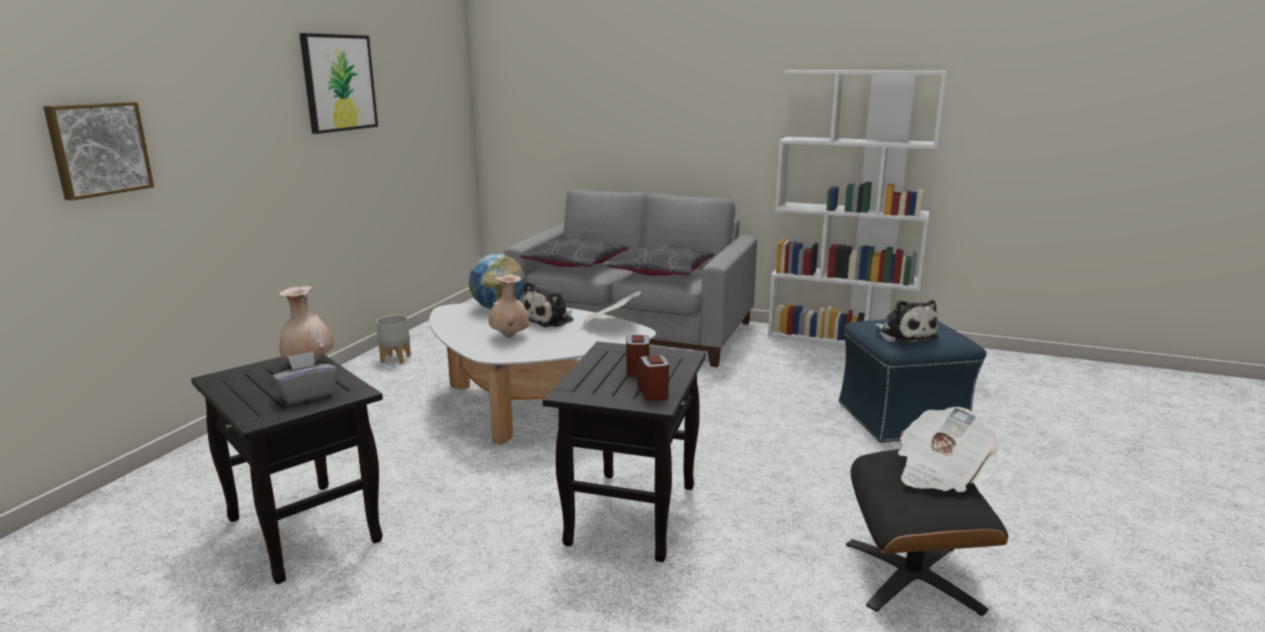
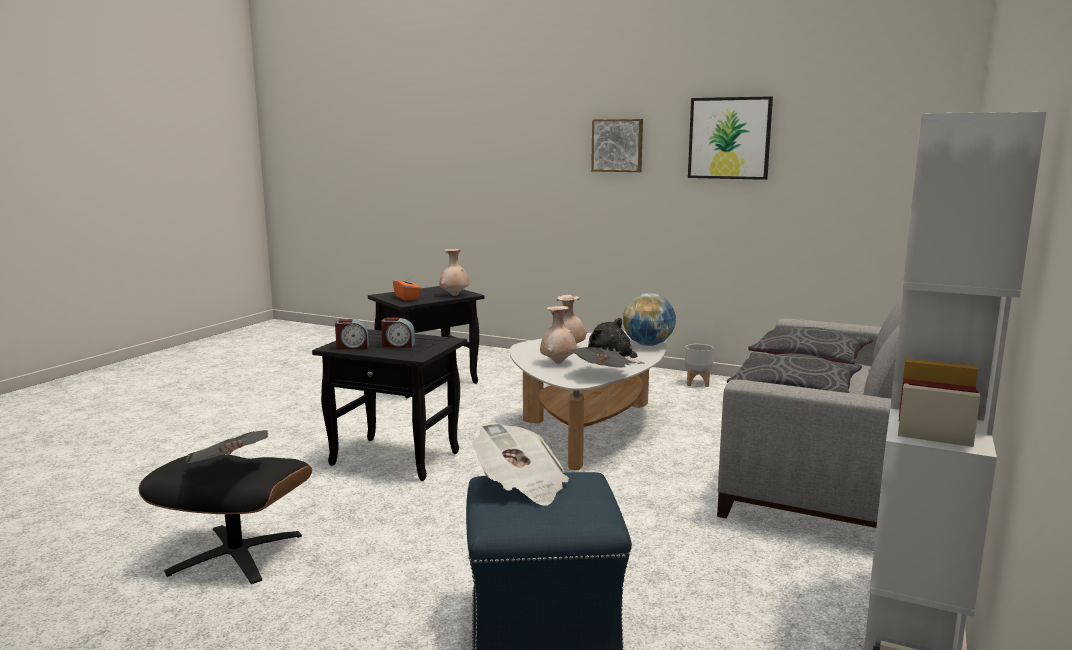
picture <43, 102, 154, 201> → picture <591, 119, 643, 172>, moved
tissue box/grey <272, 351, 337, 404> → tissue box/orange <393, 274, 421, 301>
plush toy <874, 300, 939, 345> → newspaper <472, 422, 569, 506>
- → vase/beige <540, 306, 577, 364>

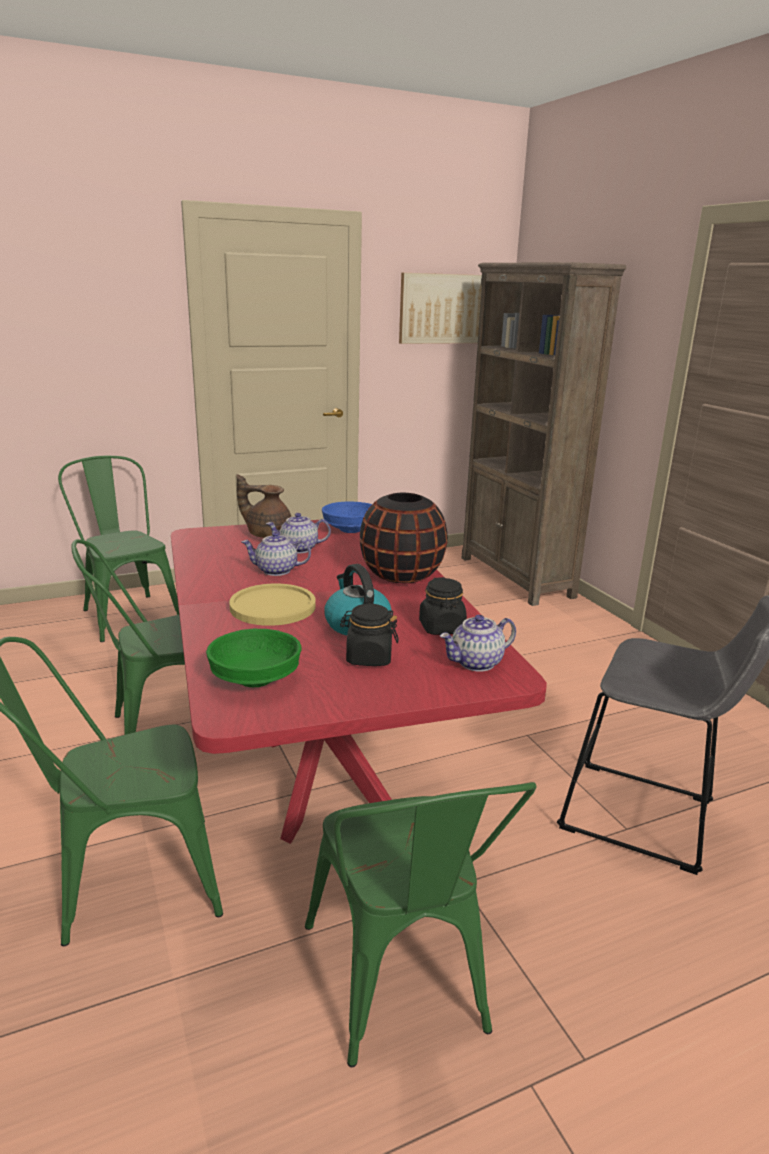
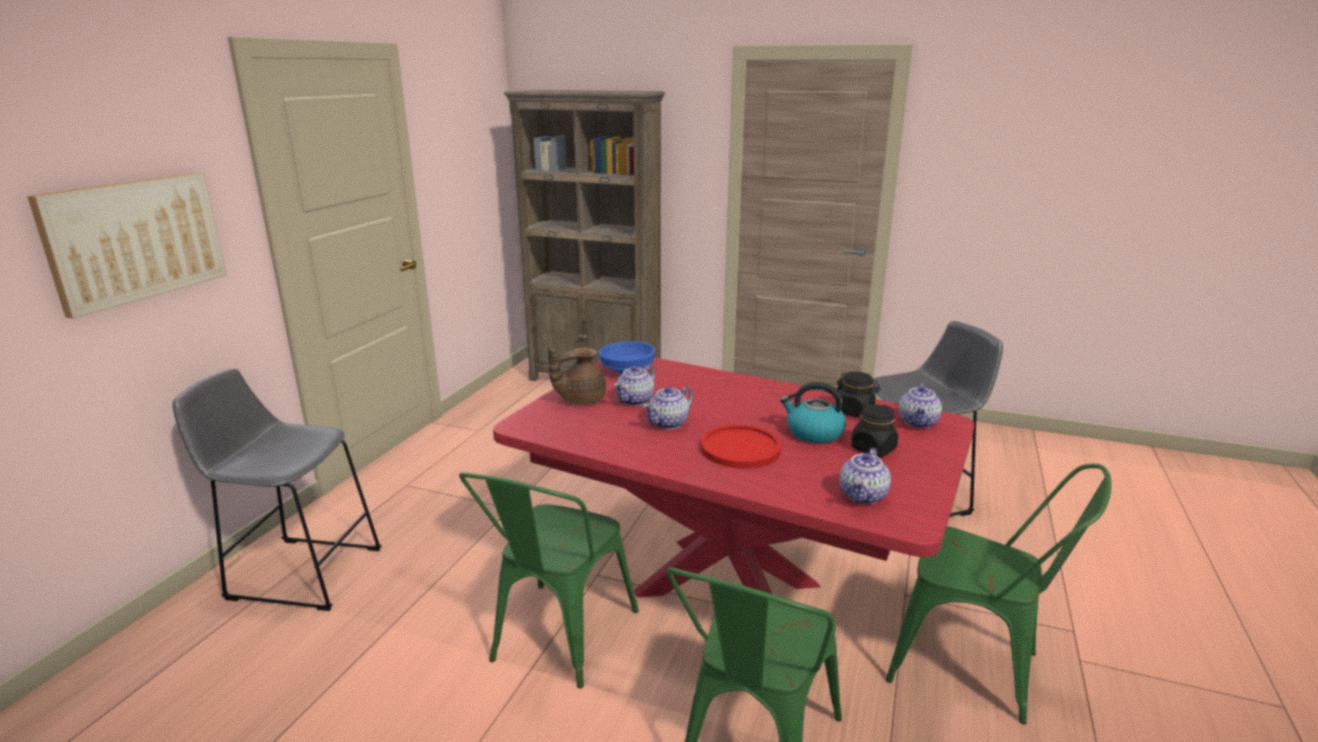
chair/green <58, 456, 179, 642> → stool/grey <173, 368, 382, 611>
bowl/green <206, 629, 301, 687> → teapot <840, 448, 891, 504>
plate/yellow <229, 584, 316, 626> → plate/red <701, 425, 781, 469>
vase/black <359, 493, 448, 583> → -
picture <399, 273, 482, 344> → picture <27, 173, 226, 319>, moved

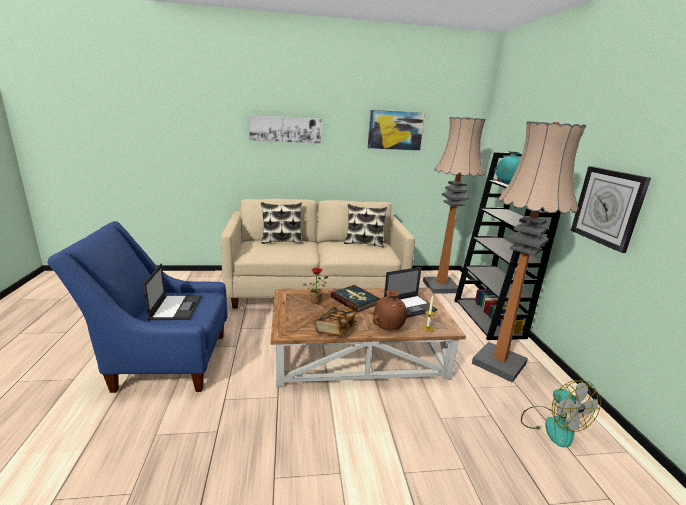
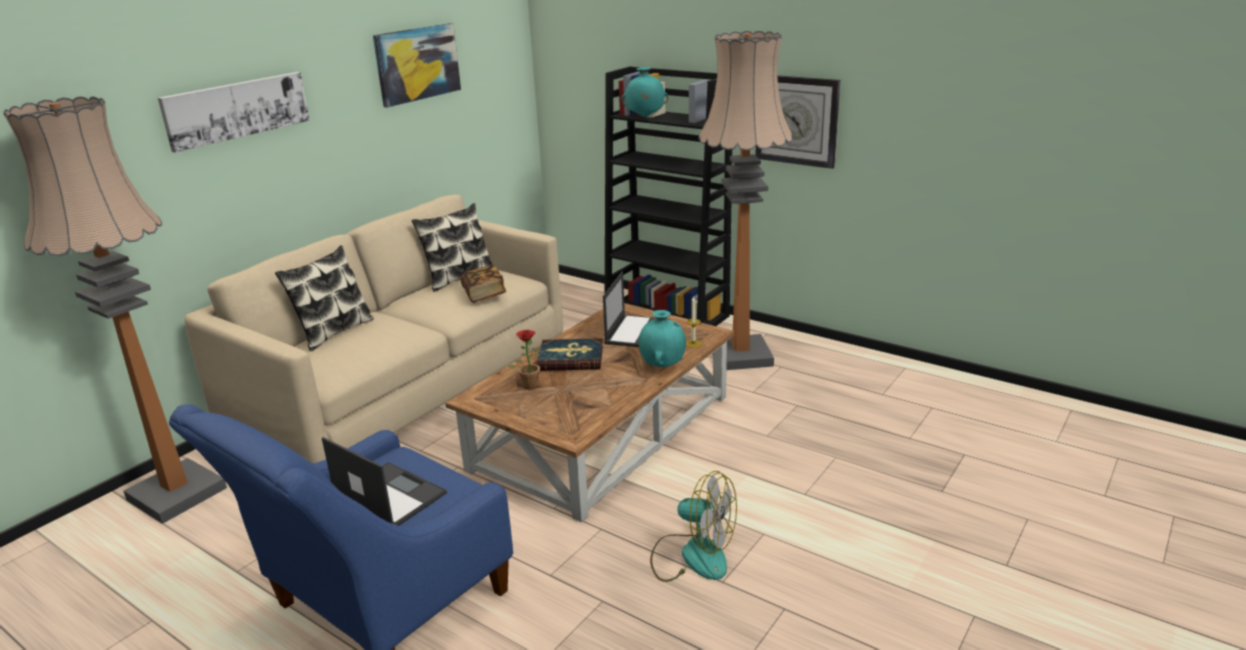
book <315, 307, 357, 337> → book <461, 265, 506, 303>, moved
vase/brown <373, 290, 407, 331> → vase/turquoise <639, 310, 686, 367>
floor lamp <423, 117, 486, 294> → floor lamp <4, 96, 227, 524>, moved
fan <521, 380, 601, 448> → fan <650, 471, 737, 582>, moved

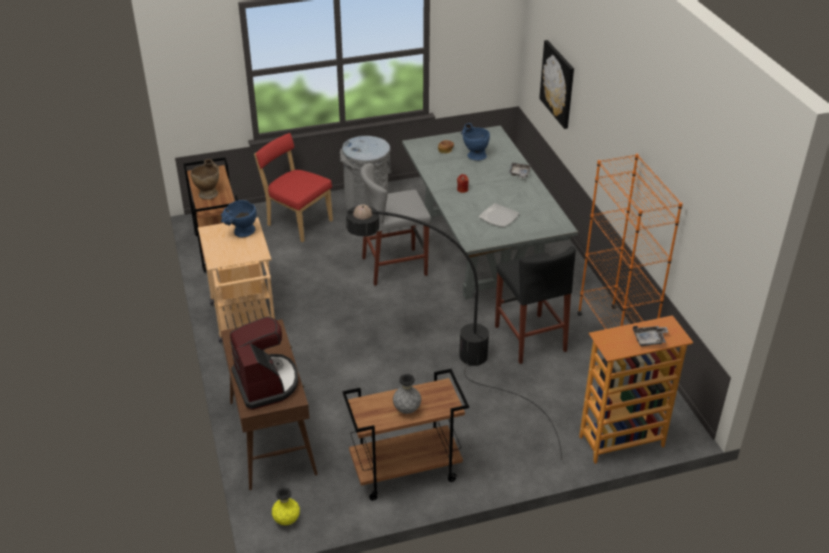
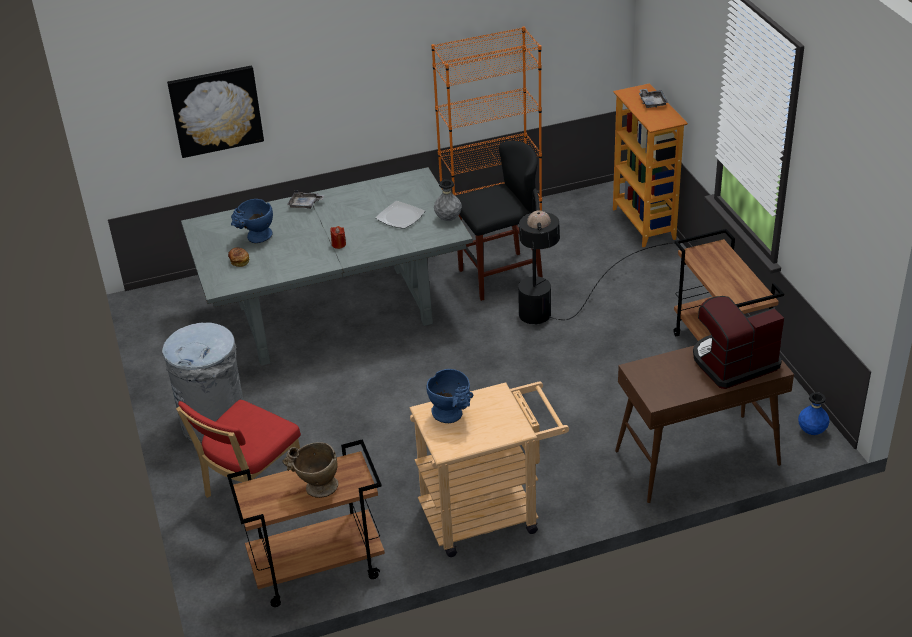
vase/yellow <272, 487, 300, 525> → vase/blue <798, 392, 829, 435>
stool/grey <360, 163, 431, 286> → -
vase/grey <393, 374, 421, 414> → vase/grey <434, 180, 462, 221>, moved

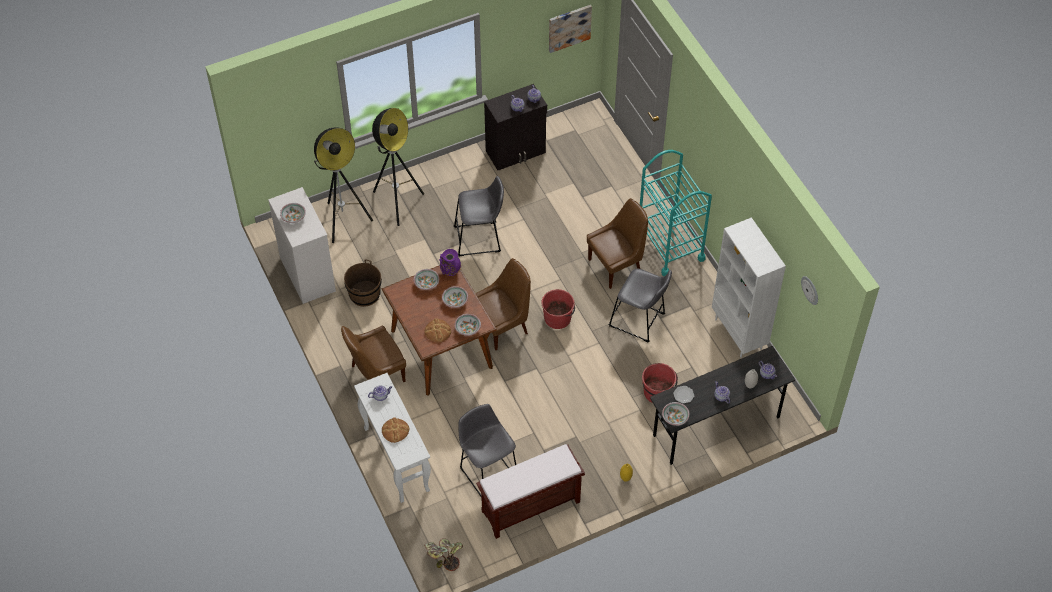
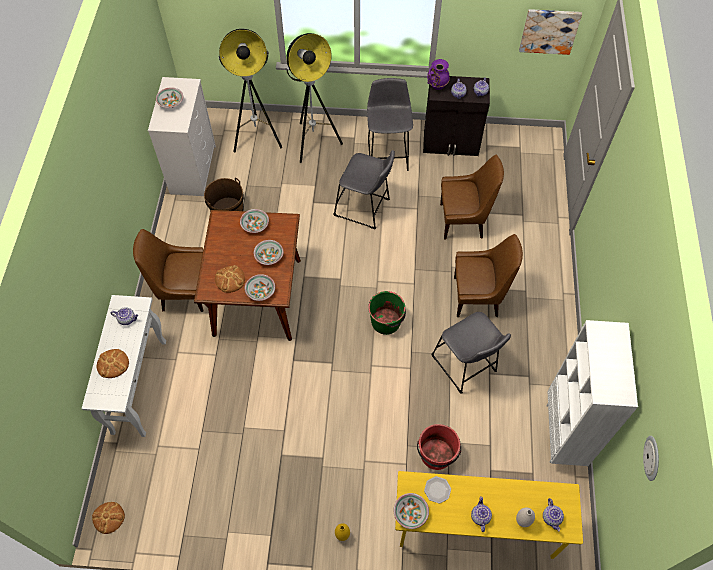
potted plant <424, 538, 463, 571> → bread <92, 502, 125, 534>
vase/purple <439, 249, 461, 276> → vase/purple <427, 59, 450, 90>, moved
stool/grey <459, 404, 516, 496> → stool/grey <367, 78, 413, 171>, moved
chair/brown <475, 258, 531, 350> → chair/brown <440, 155, 504, 239>, moved
bench/brown <476, 444, 585, 539> → -
bucket/red <541, 289, 575, 329> → bucket/green <368, 291, 406, 335>
cart/turquoise <640, 150, 712, 276> → -
desk/grey <650, 346, 795, 465> → desk/yellow <395, 471, 583, 559>

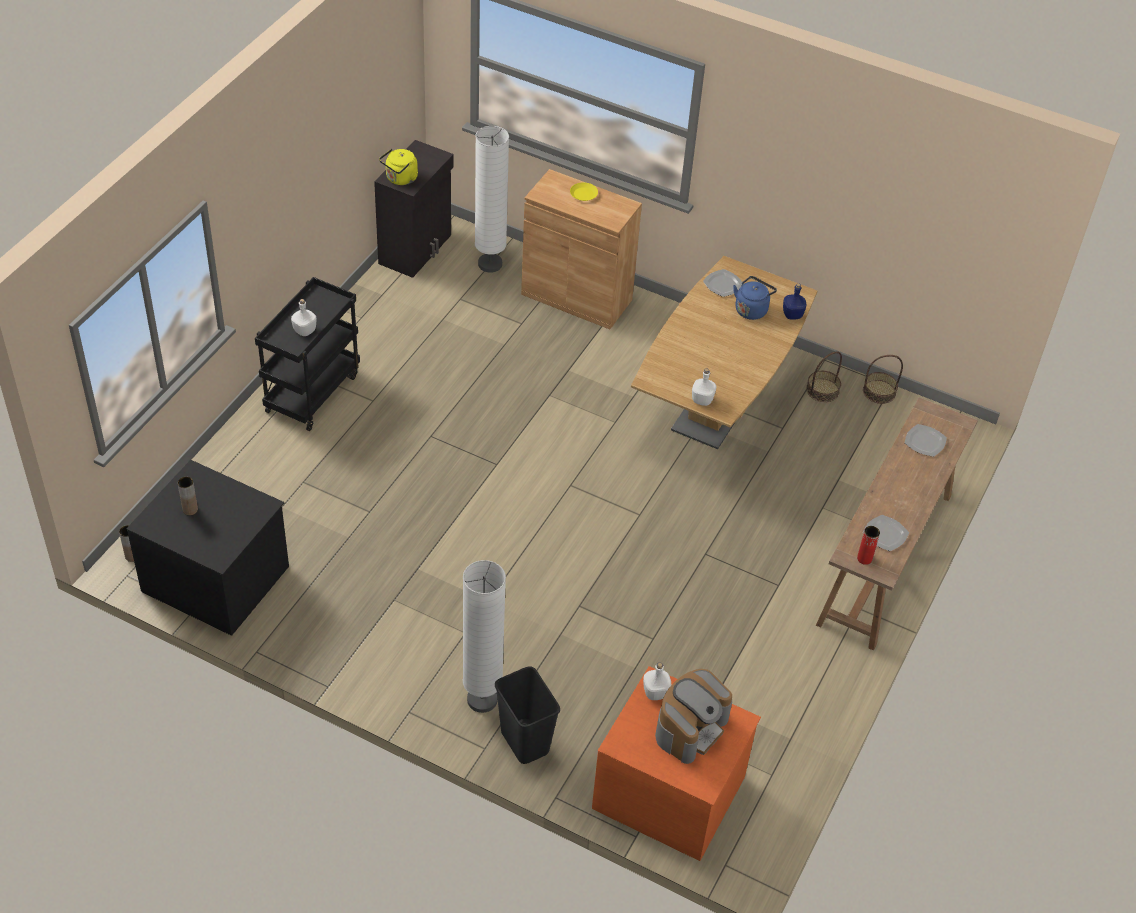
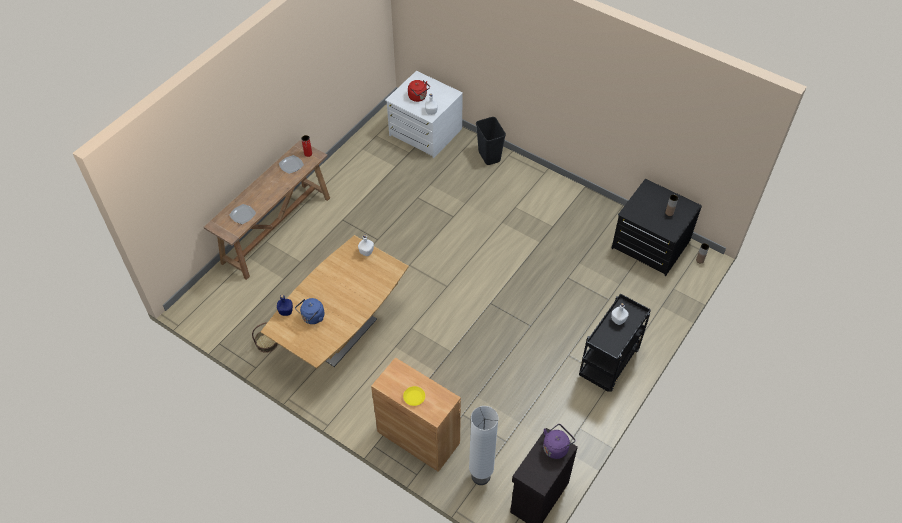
kettle/yellow <379, 149, 418, 185> → kettle/purple <543, 424, 575, 459>
floor lamp/white <463, 560, 506, 713> → -
dresser/orange <592, 666, 761, 861> → dresser/white <385, 71, 463, 158>
coffee machine <655, 669, 732, 764> → kettle/red <408, 80, 430, 102>
plate <703, 269, 742, 297> → -
basket <863, 355, 903, 404> → -

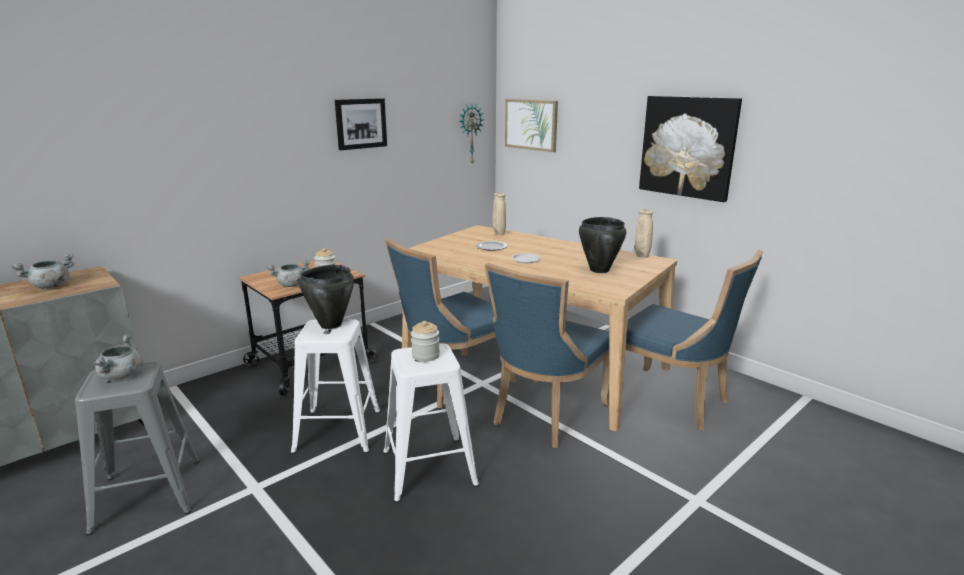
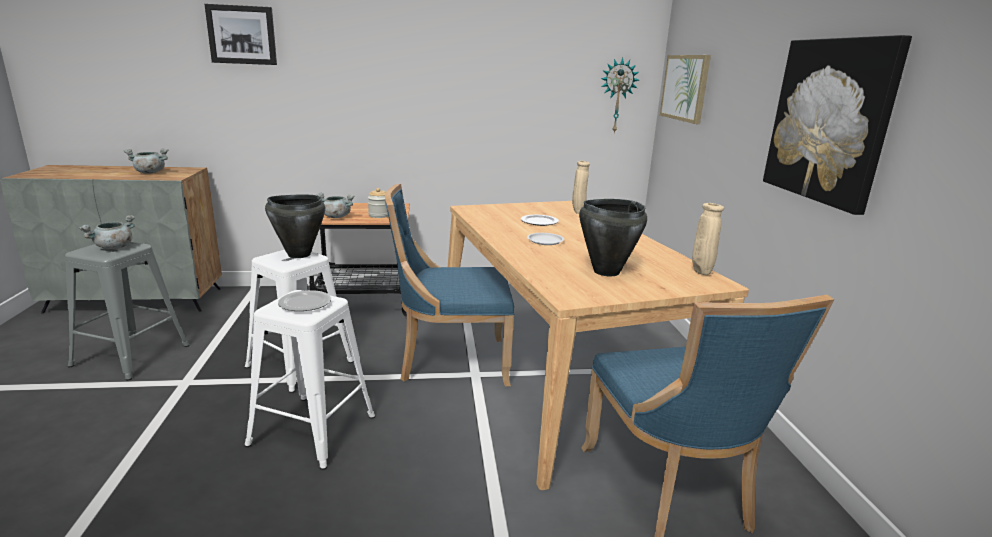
picture <335, 98, 387, 150> → picture <205, 4, 277, 65>, moved
jar <411, 321, 440, 362> → plate <278, 290, 331, 311>
chair/blue <485, 263, 609, 448> → -

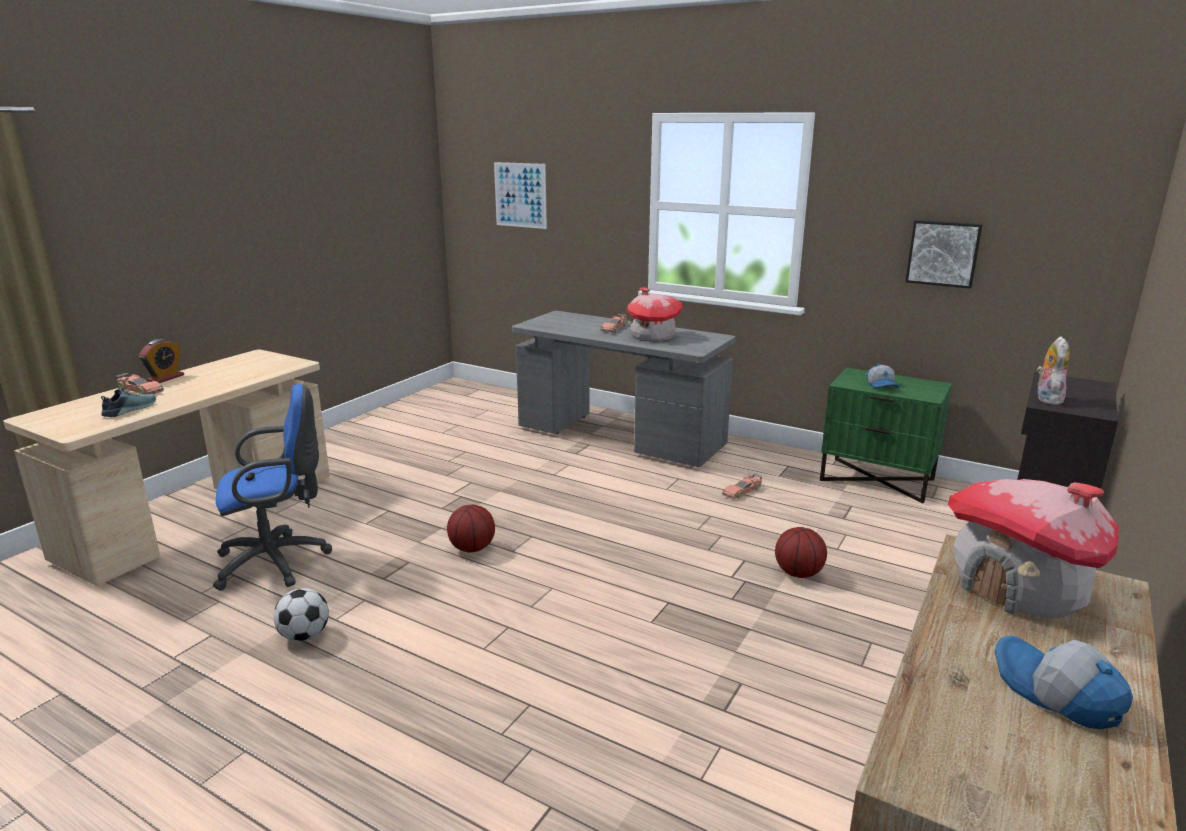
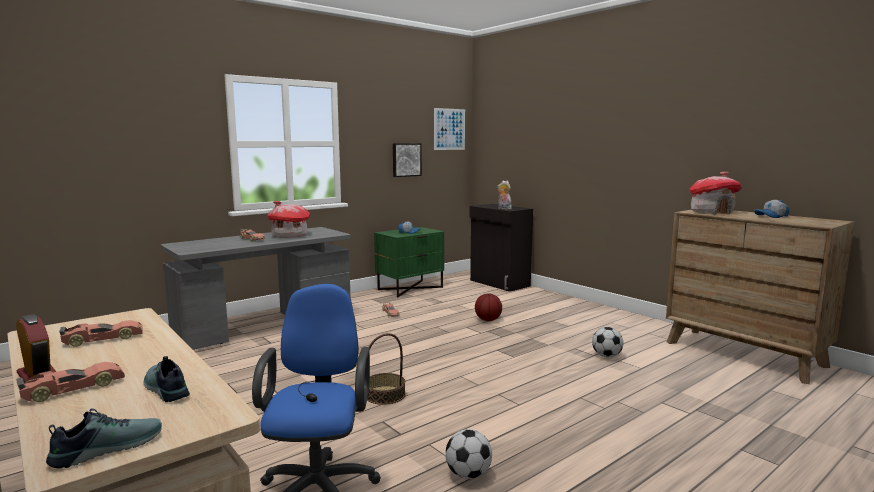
basketball <447, 504, 495, 552> → basket <367, 333, 406, 405>
picture <494, 162, 547, 229> → picture <434, 108, 465, 150>, moved
- → shoe <46, 408, 162, 468>
- → toy car <59, 320, 143, 347>
- → football <592, 327, 623, 357>

